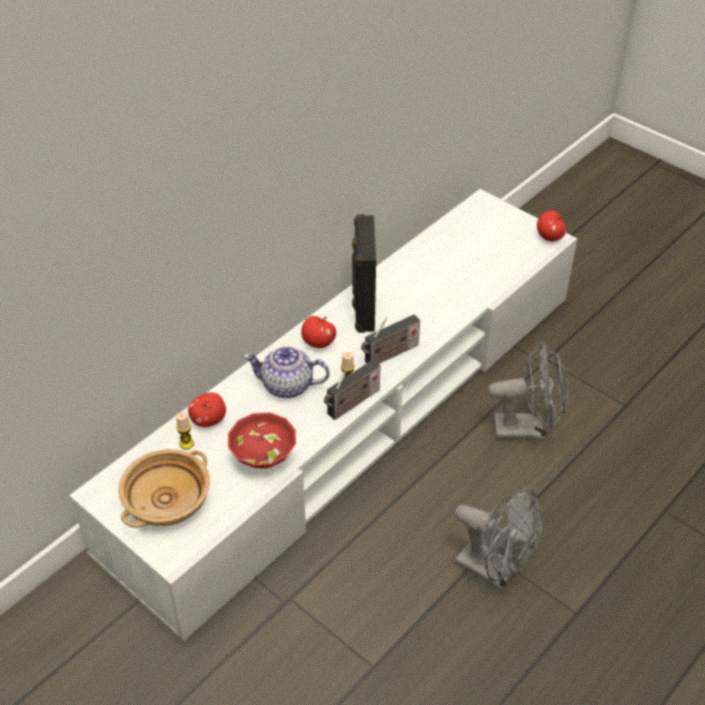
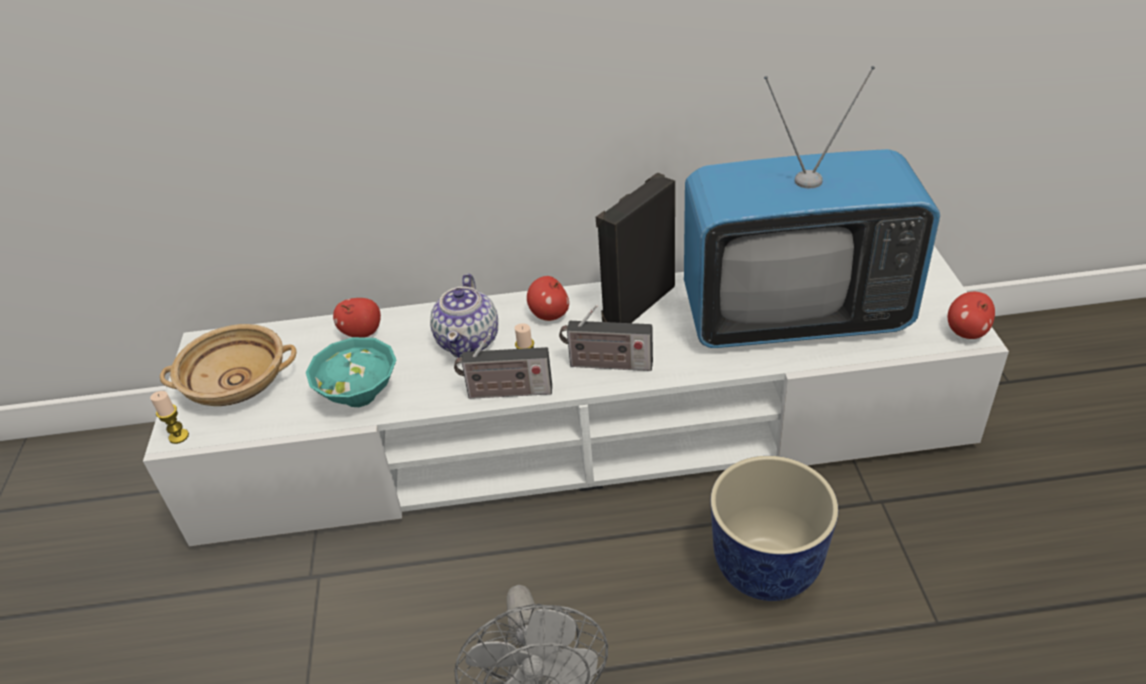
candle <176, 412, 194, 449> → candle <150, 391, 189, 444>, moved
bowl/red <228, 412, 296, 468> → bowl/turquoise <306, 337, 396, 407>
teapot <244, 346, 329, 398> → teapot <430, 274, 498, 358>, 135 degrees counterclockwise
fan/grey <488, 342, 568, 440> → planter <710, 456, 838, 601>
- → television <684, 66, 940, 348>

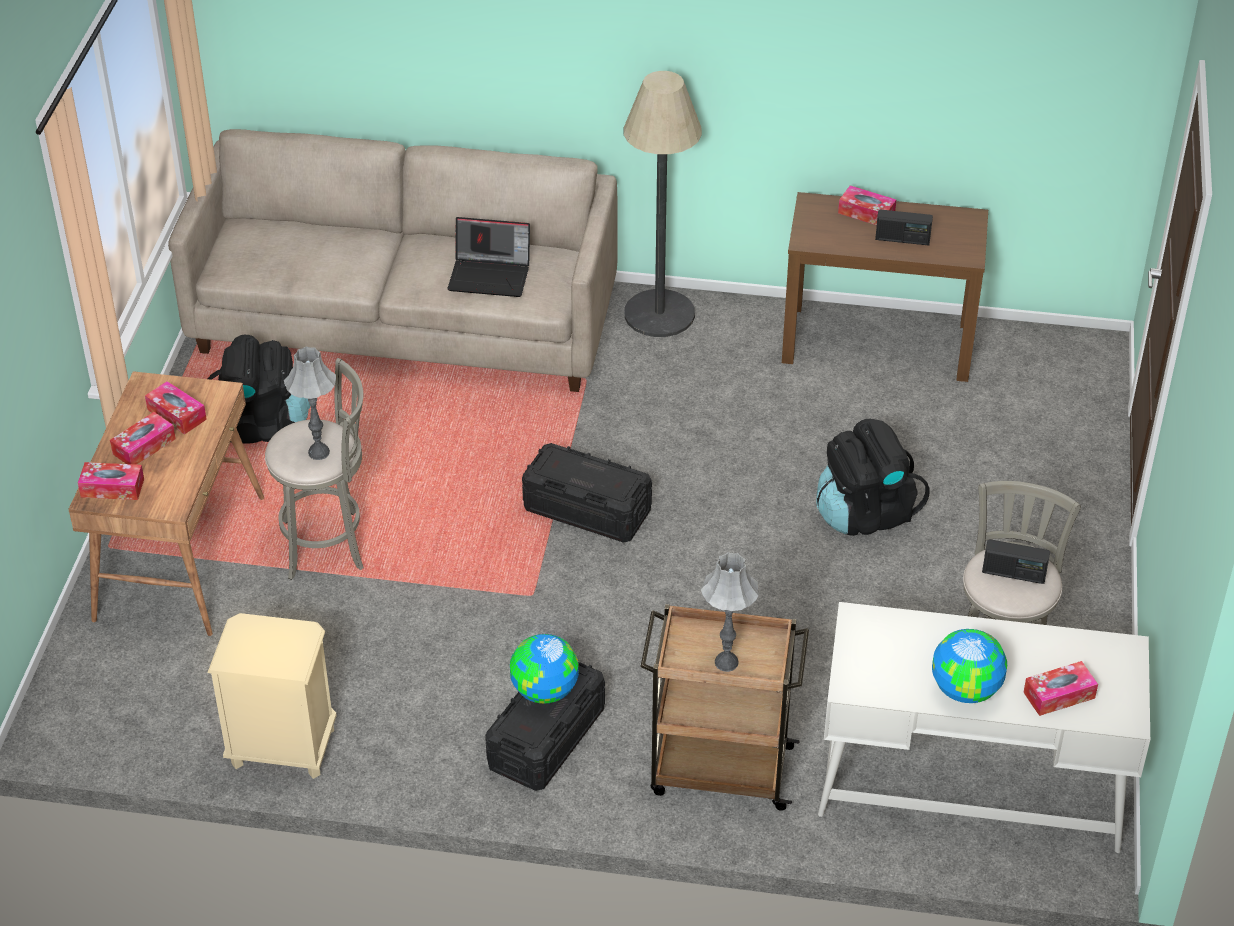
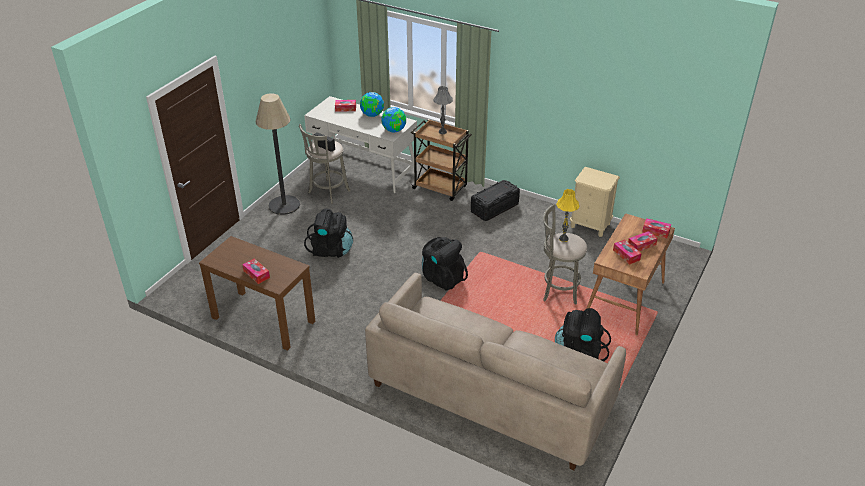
table lamp/grey <284, 347, 336, 460> → table lamp/yellow <556, 189, 580, 242>
laptop <447, 217, 530, 297> → -
globe <510, 634, 579, 703> → globe <381, 107, 406, 133>, moved
storage box/black <522, 443, 652, 543> → backpack/black <422, 237, 468, 291>
floor lamp <624, 71, 702, 337> → floor lamp <256, 93, 300, 215>, moved
radio <875, 210, 933, 246> → -

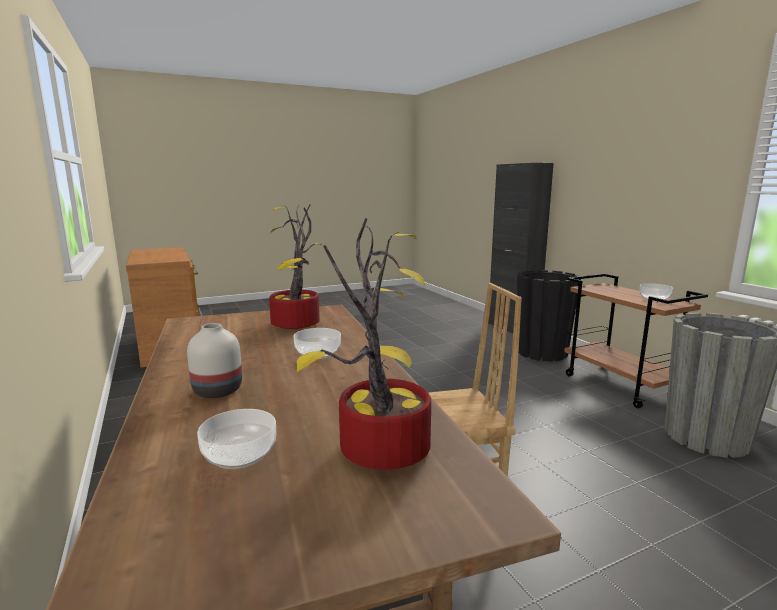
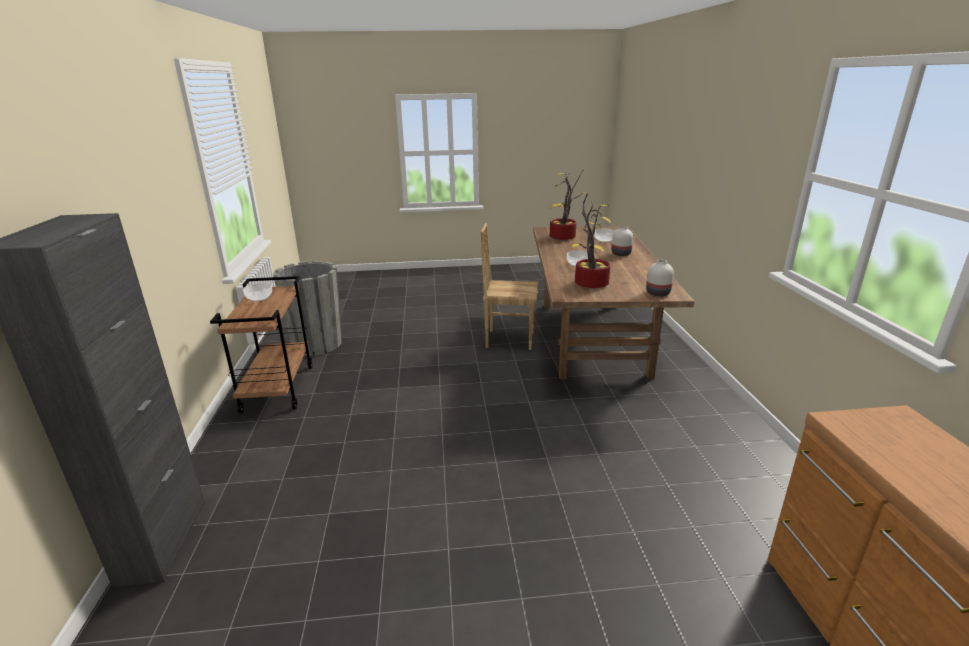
planter/black <517, 270, 581, 361> → -
- → vase/white <646, 260, 674, 297>

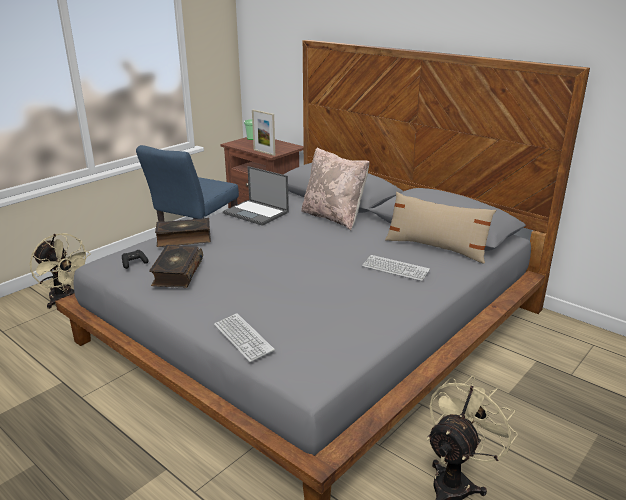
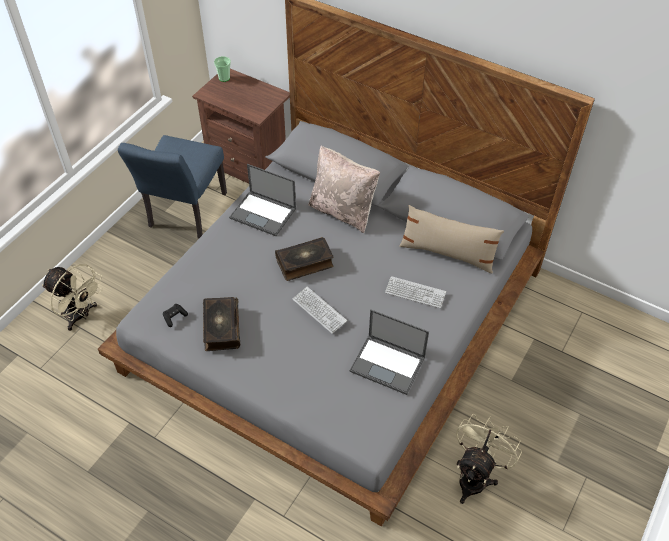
book <155, 218, 211, 247> → book <275, 237, 334, 281>, moved
keyboard <214, 313, 275, 362> → keyboard <293, 287, 347, 334>, moved
picture frame <252, 110, 275, 156> → -
- → laptop <349, 310, 429, 395>

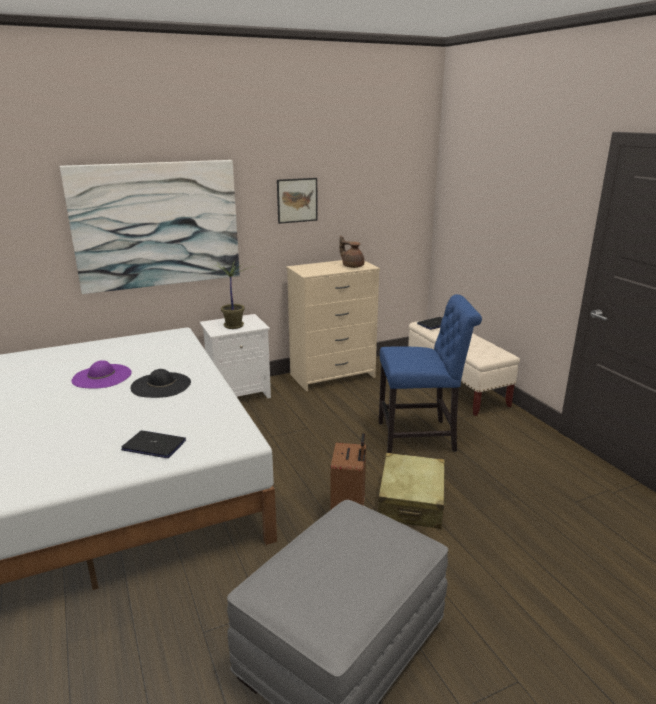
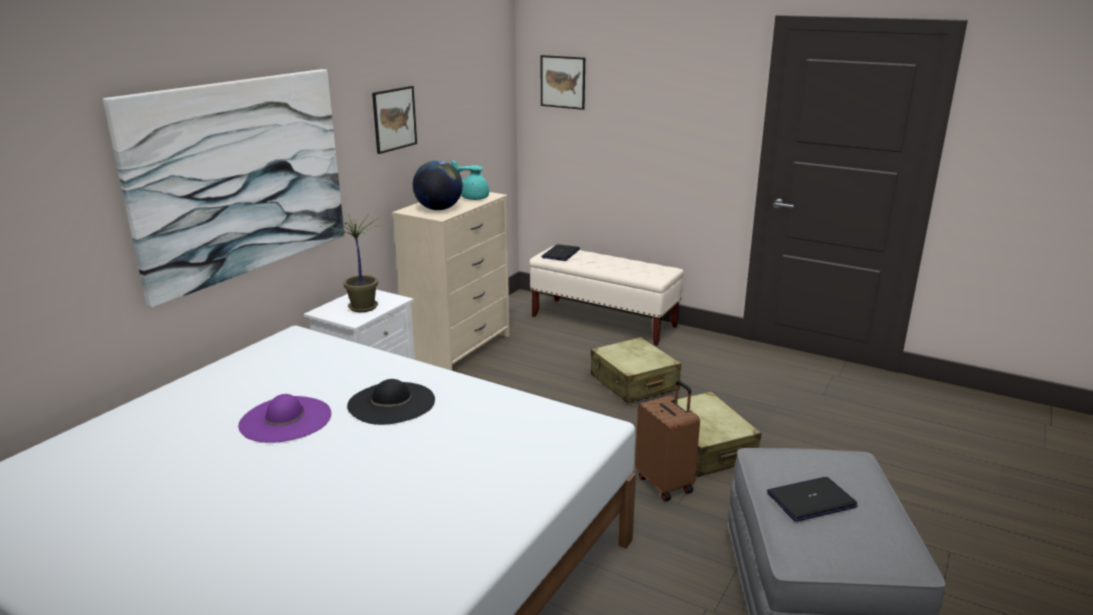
laptop <121, 430, 186, 458> → laptop <767, 477, 858, 522>, moved
teapot/brown <339, 236, 364, 268> → teapot/turquoise <452, 160, 489, 200>
chair/blue <379, 294, 482, 453> → suitcase/beige <591, 337, 681, 403>
- → globe <413, 160, 463, 210>
- → picture <541, 55, 585, 110>

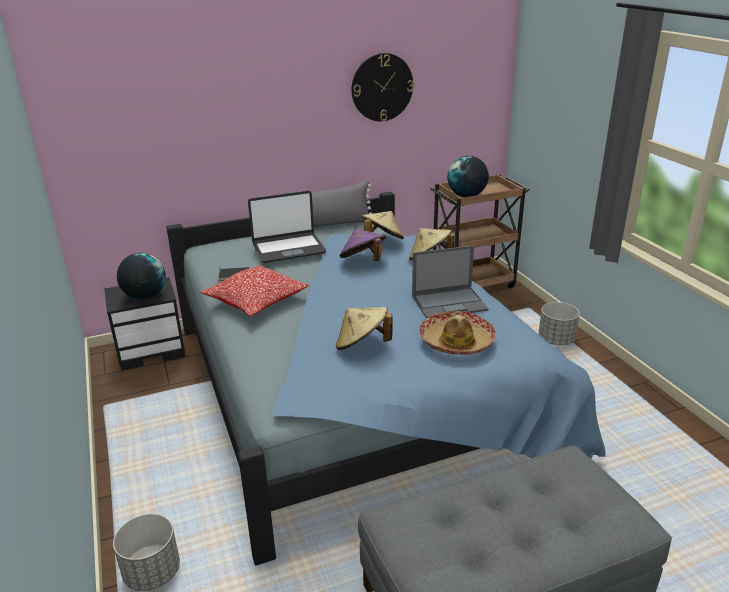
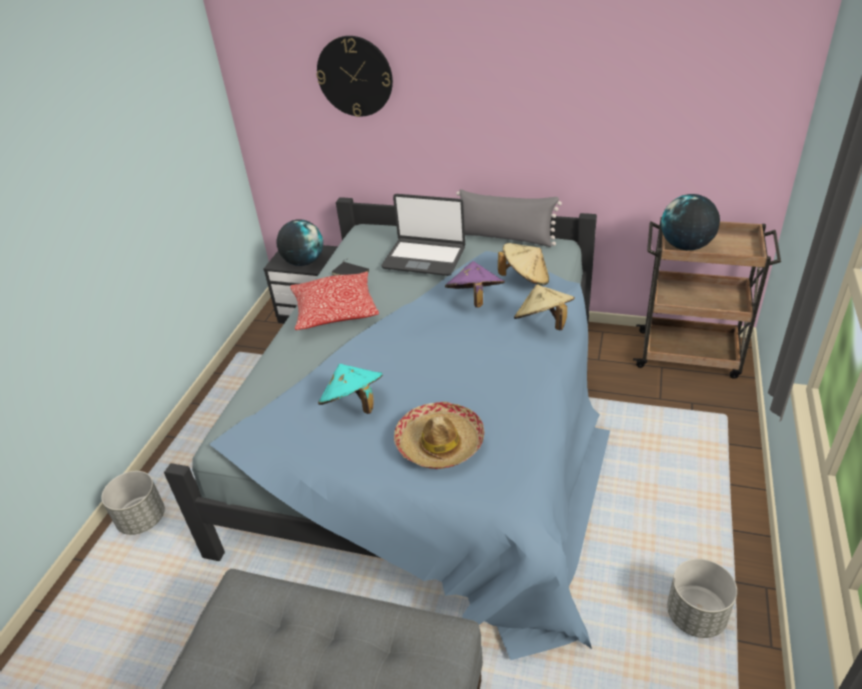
hat/beige <336, 307, 393, 350> → hat/turquoise <318, 364, 382, 414>
wall clock <352, 53, 414, 121> → wall clock <316, 36, 393, 117>, moved
laptop <412, 245, 489, 319> → -
planter/grey <538, 302, 580, 346> → planter/grey <667, 558, 737, 638>, moved

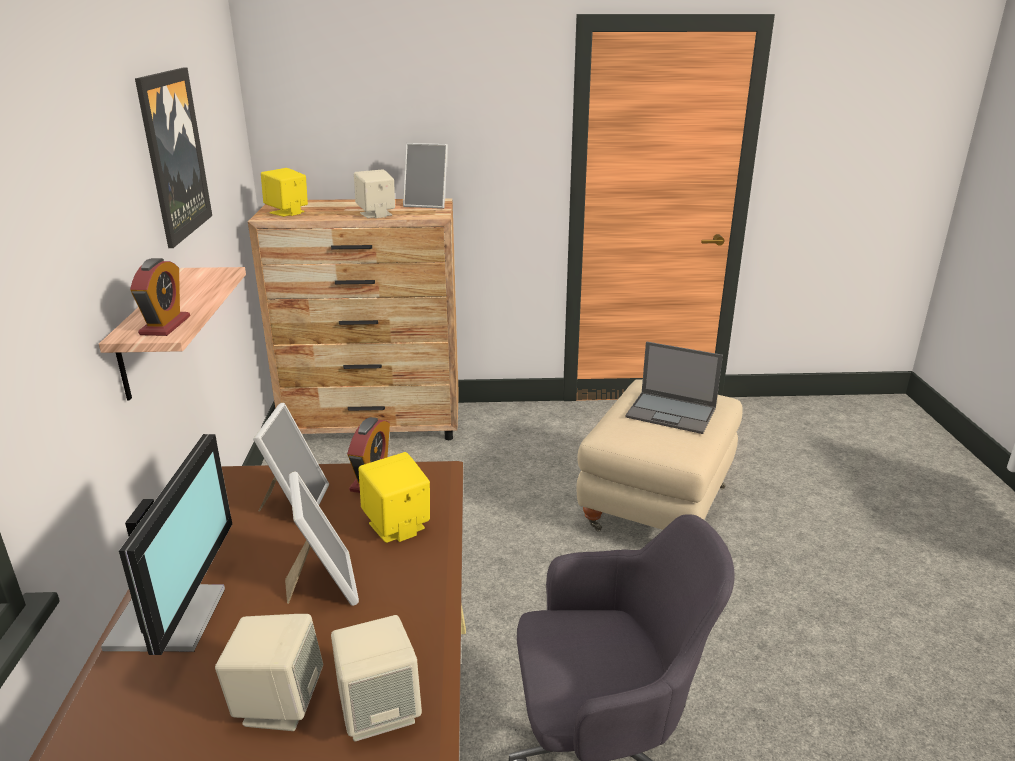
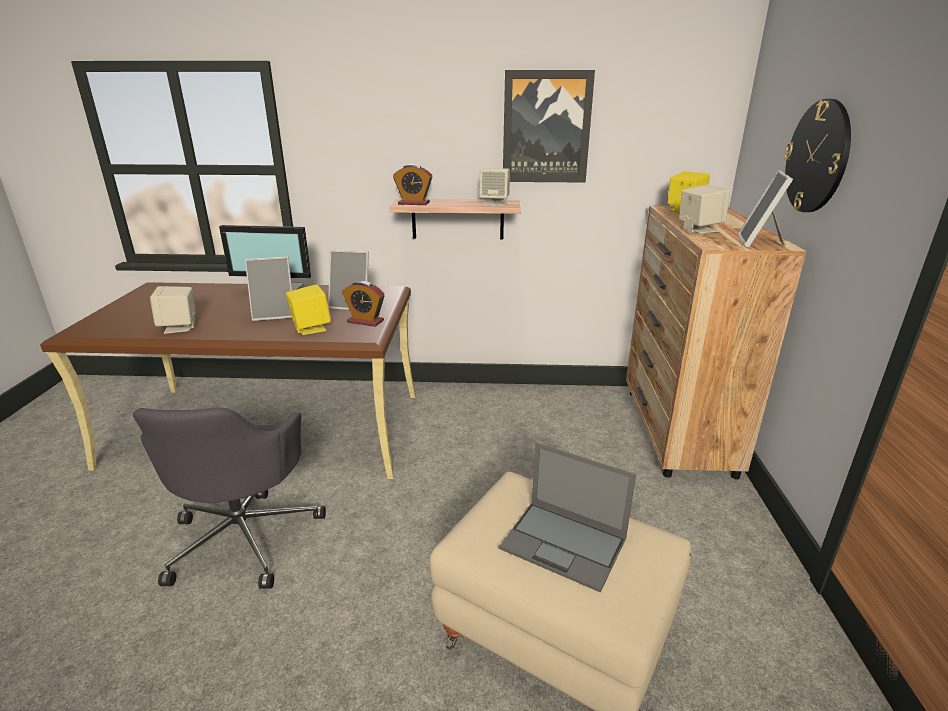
speaker/beige <215, 614, 323, 731> → speaker/beige <479, 168, 510, 206>, moved
laptop <625, 341, 723, 434> → laptop <499, 442, 636, 592>, 90 degrees counterclockwise
- → wall clock <784, 99, 851, 212>

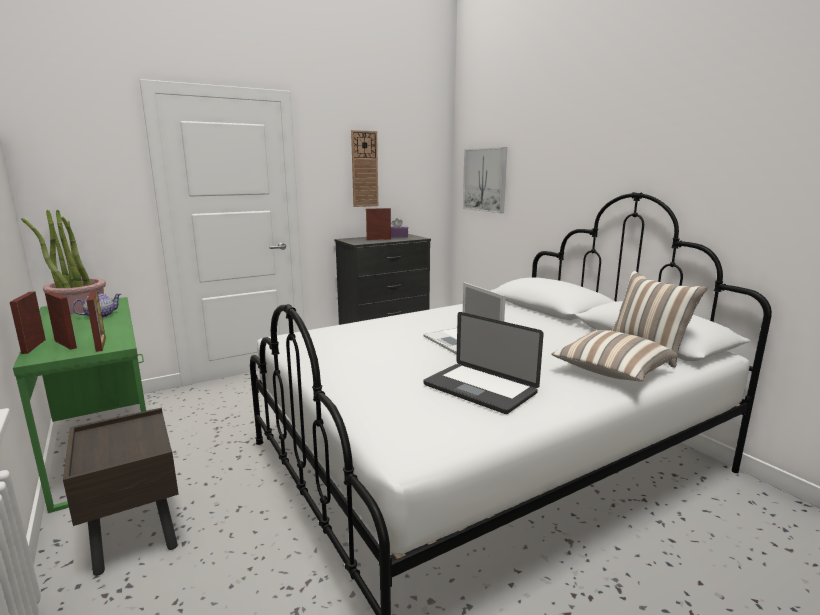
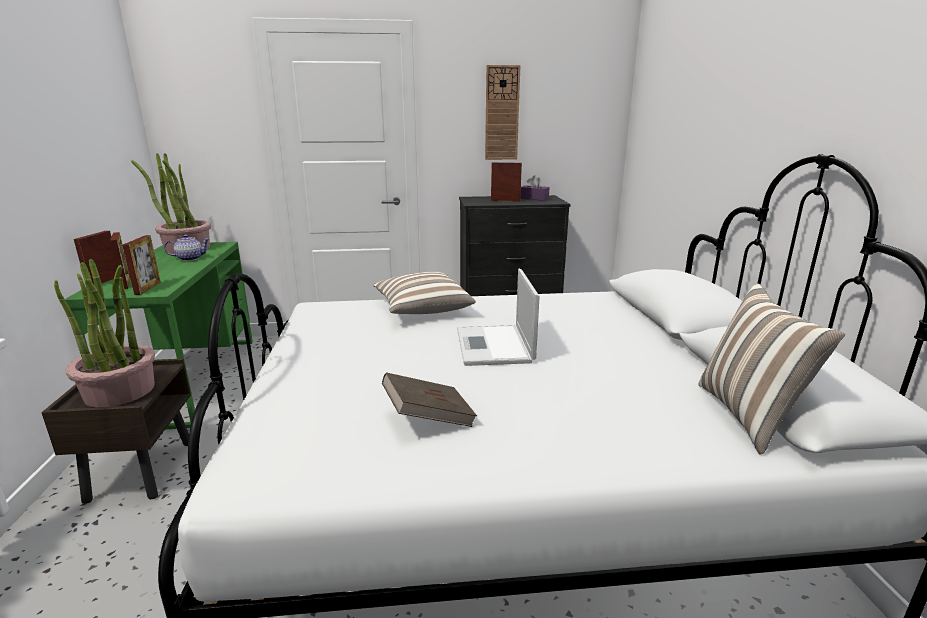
laptop <424, 312, 544, 414> → book/brown <382, 372, 477, 427>
picture <463, 147, 507, 213> → -
pillow <552, 330, 678, 382> → pillow <373, 272, 476, 314>, moved
- → potted plant <54, 259, 155, 408>

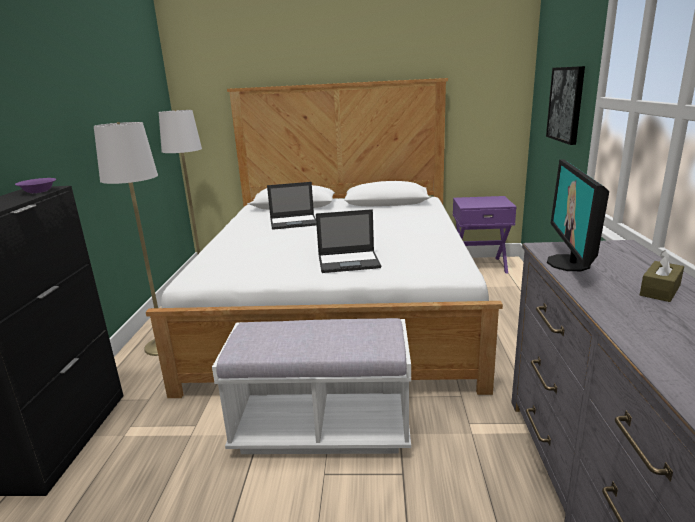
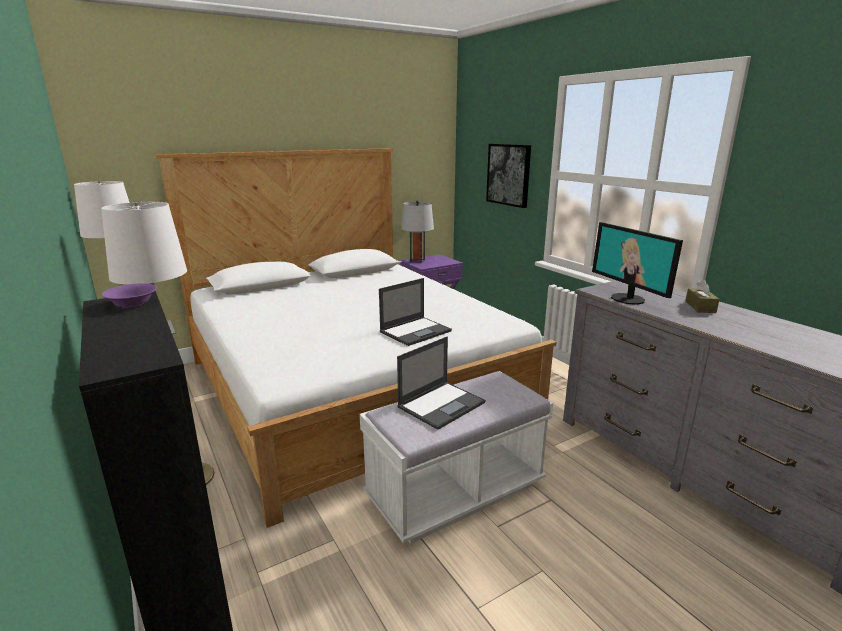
laptop <267, 182, 316, 230> → laptop <397, 336, 486, 430>, moved
- → table lamp/grey <401, 200, 434, 263>

